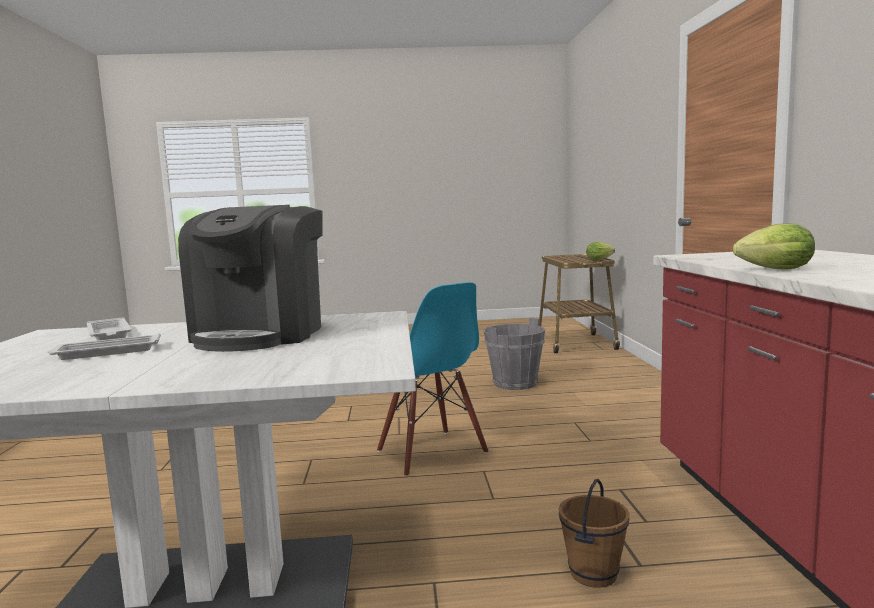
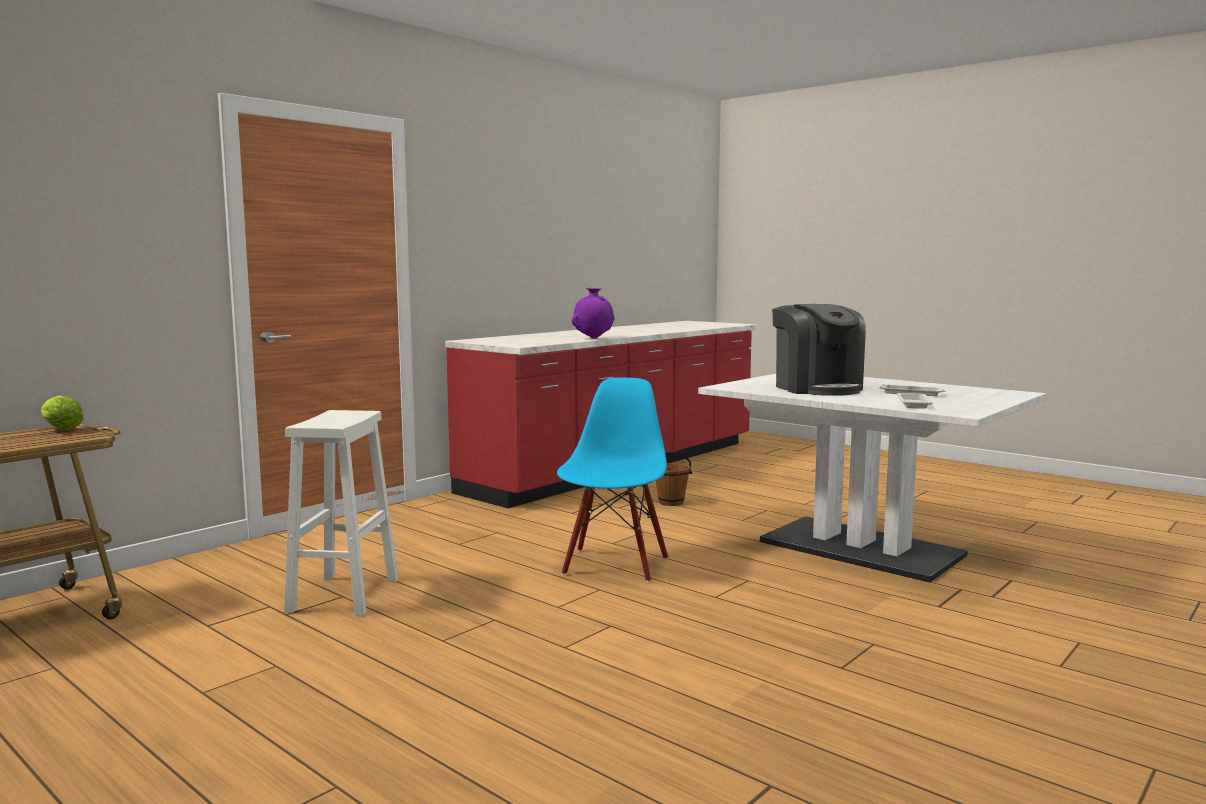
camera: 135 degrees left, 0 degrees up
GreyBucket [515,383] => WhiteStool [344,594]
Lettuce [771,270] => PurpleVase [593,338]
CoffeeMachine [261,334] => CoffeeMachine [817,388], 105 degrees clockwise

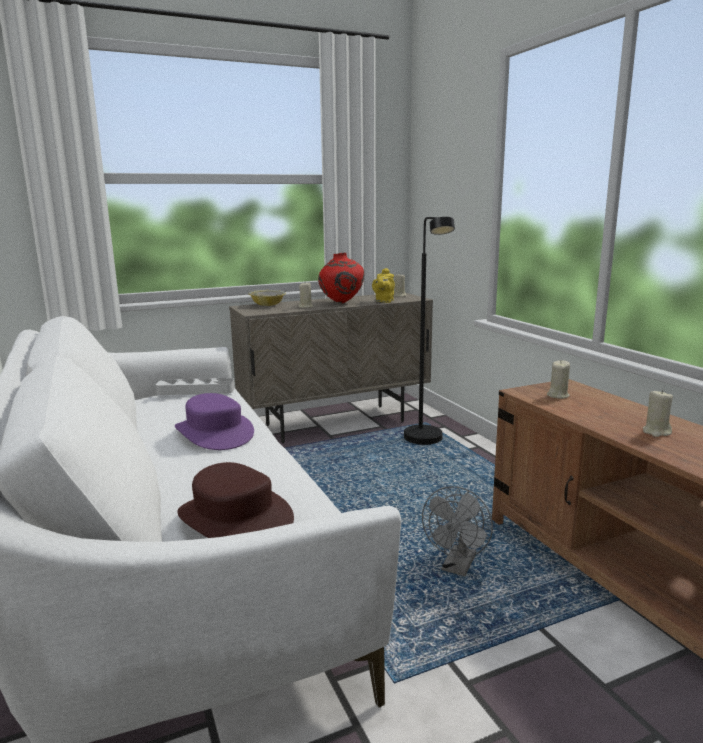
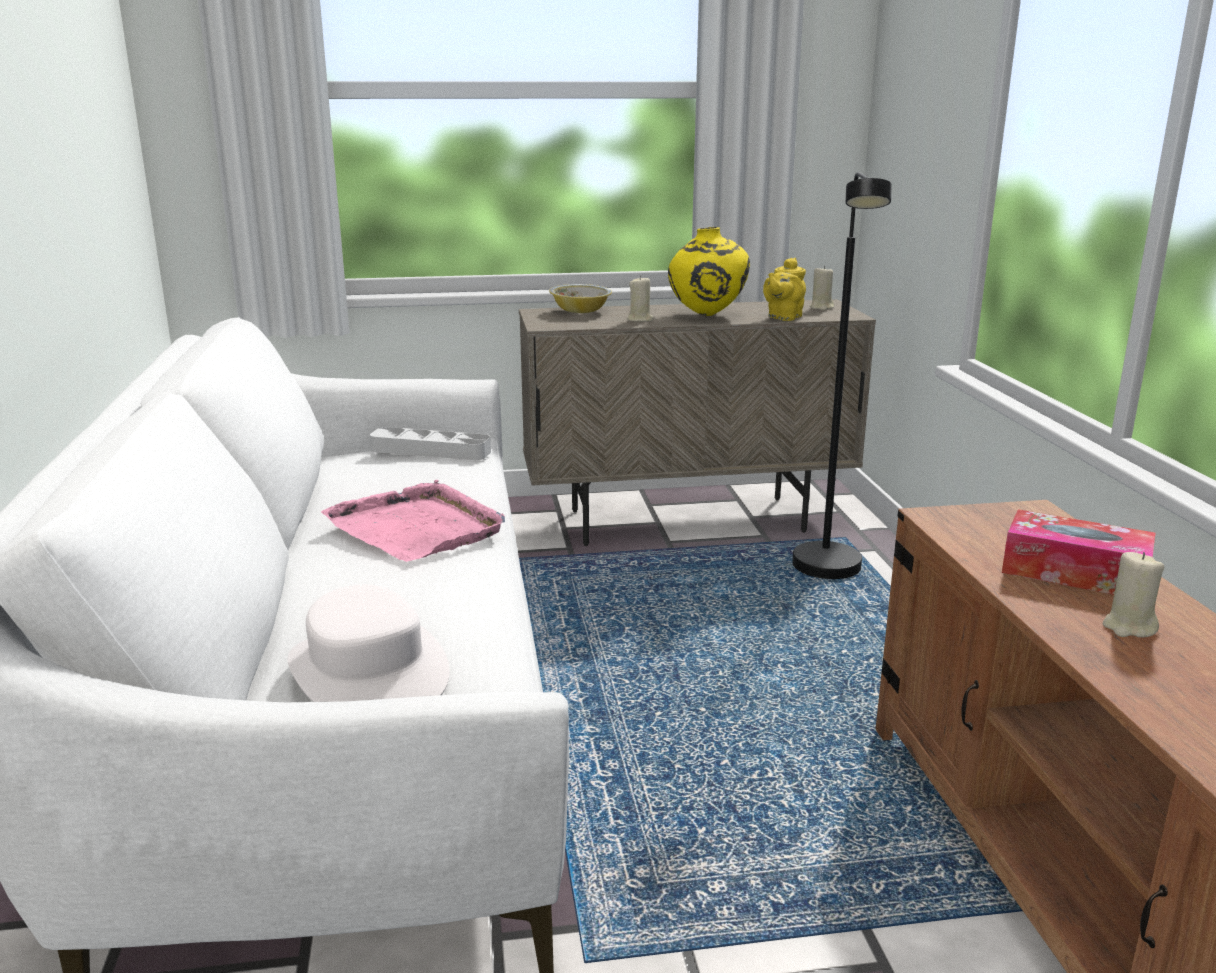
camera: 15 degrees right, 5 degrees up
BrownHat [234,519] => WhiteHat [367,673]
PurpleHat [215,433] => PinkTray [417,527]
RedVase [341,303] => YellowVase [706,316]
nothing => TissueBox [1074,572]
GreyFan [457,567] => nothing
BeigeCandle [557,395] => nothing

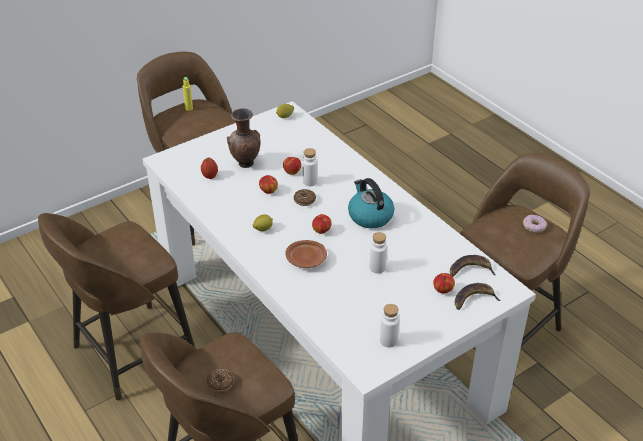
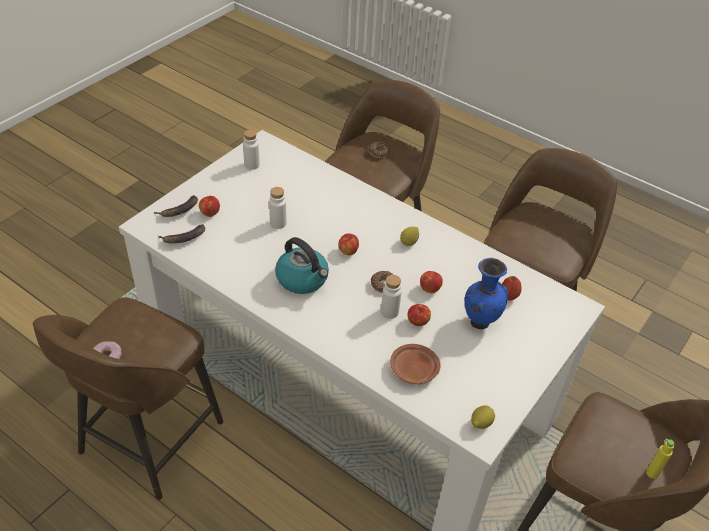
camera: 160 degrees right, 5 degrees up
BrownPlate [306,260] => BrownPlate [413,369], moved
BrownVase [245,164] => BlueVase [479,321]

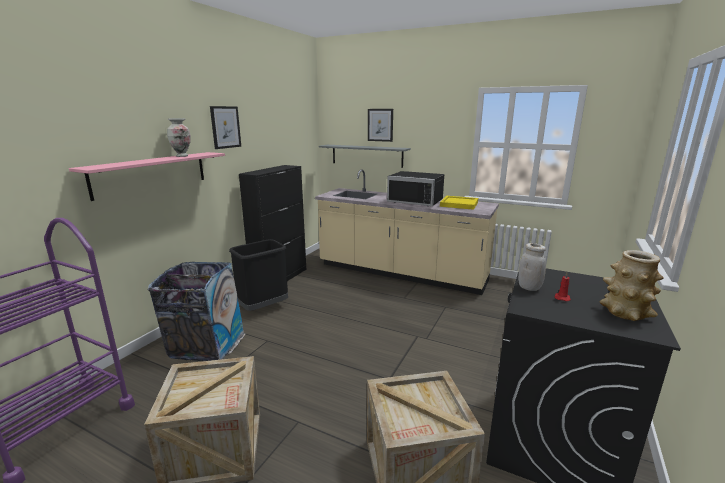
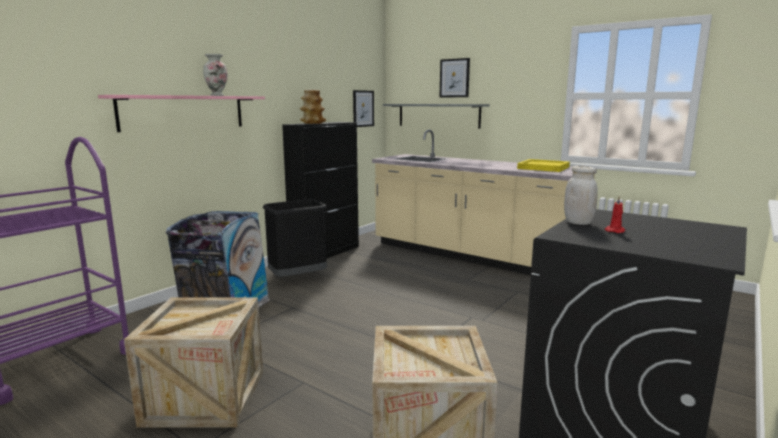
camera: 10 degrees right, 5 degrees down
Vase [625,312] => Vase [312,123], moved
Picture [225,127] => Picture [363,108], moved
BlackMicrowave [417,201] => nothing

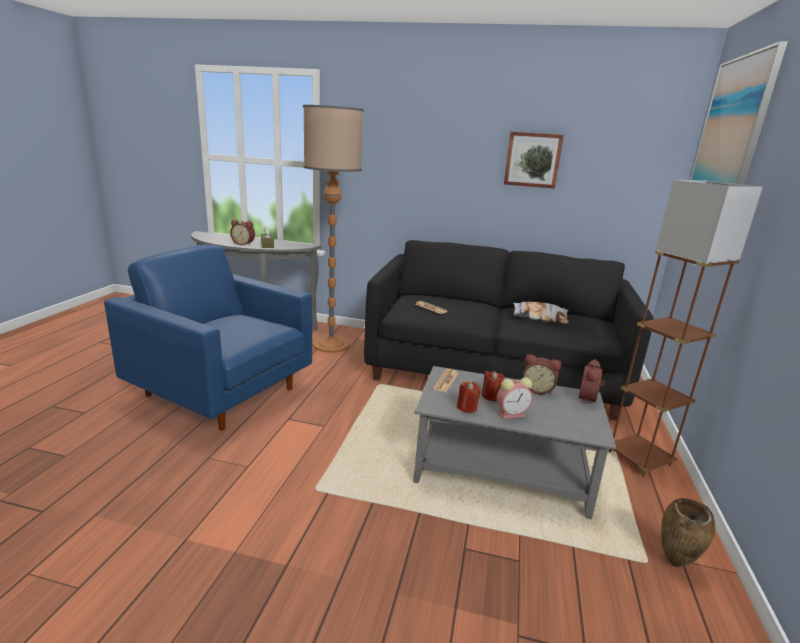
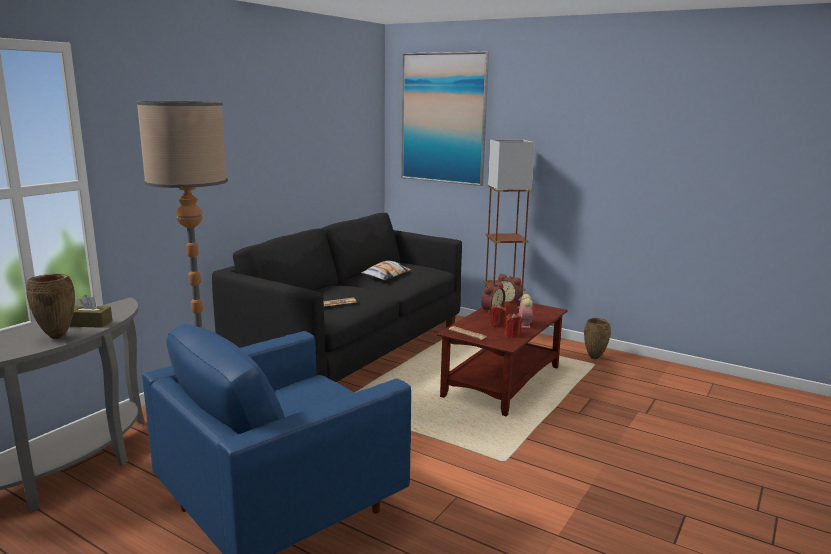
camera: 70 degrees left, 5 degrees down
AlarmClock [244,244] => BrownVase [58,337]
GreyCoffeeTable [502,472] => BrownCoffeeTable [502,381]
Picture [532,160] => nothing

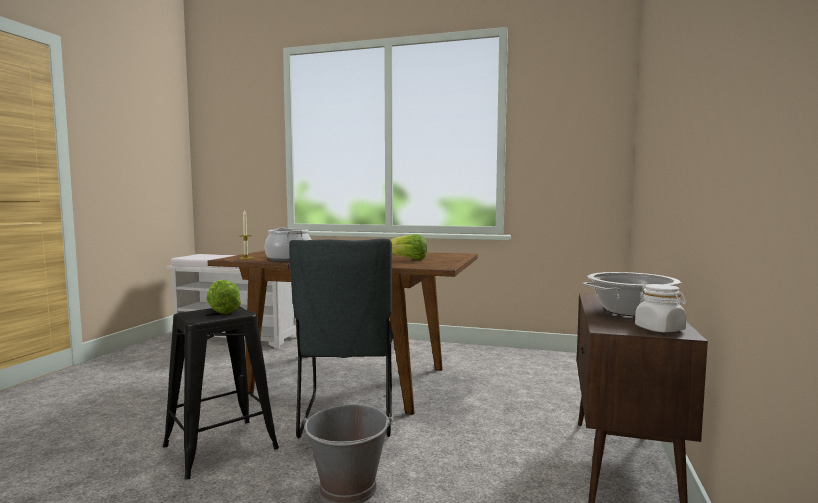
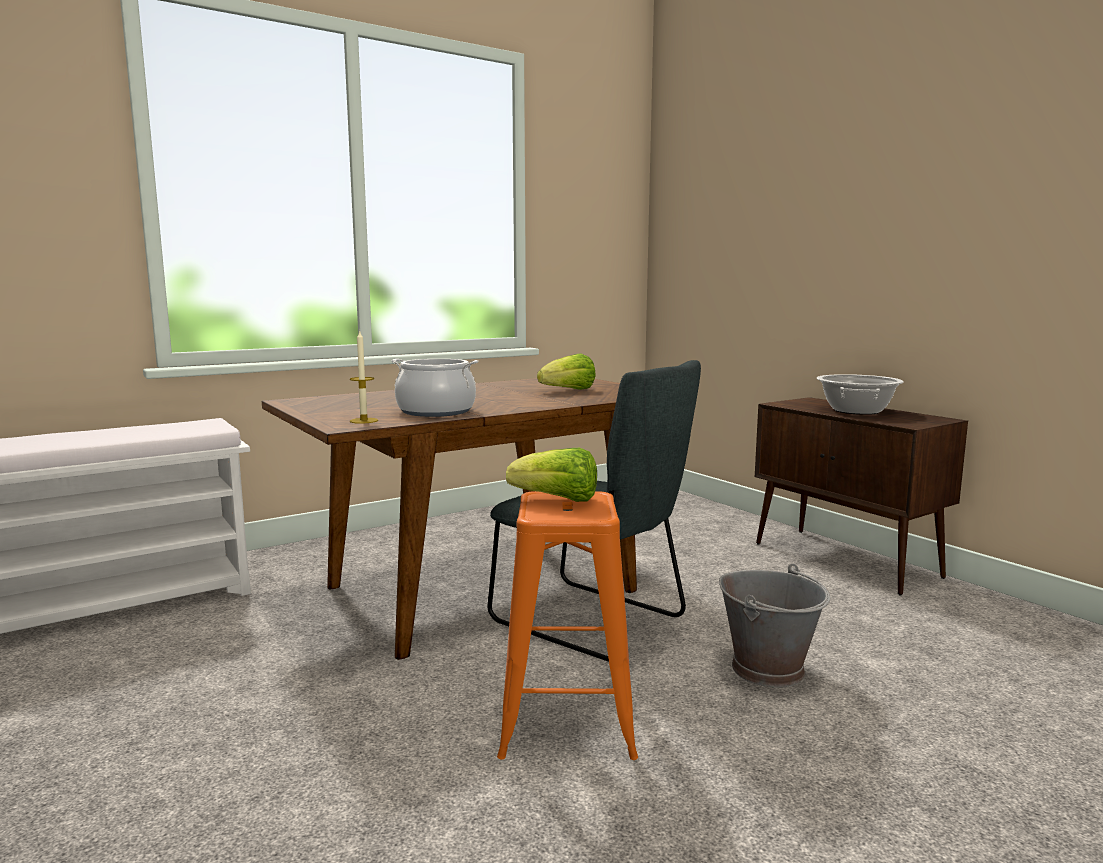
camera: 50 degrees left, 5 degrees up
BlackStool [219,448] => OrangeStool [566,717]
WhiteJar [660,329] => nothing

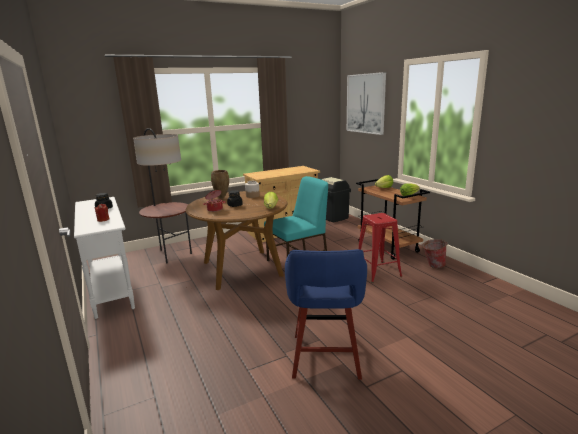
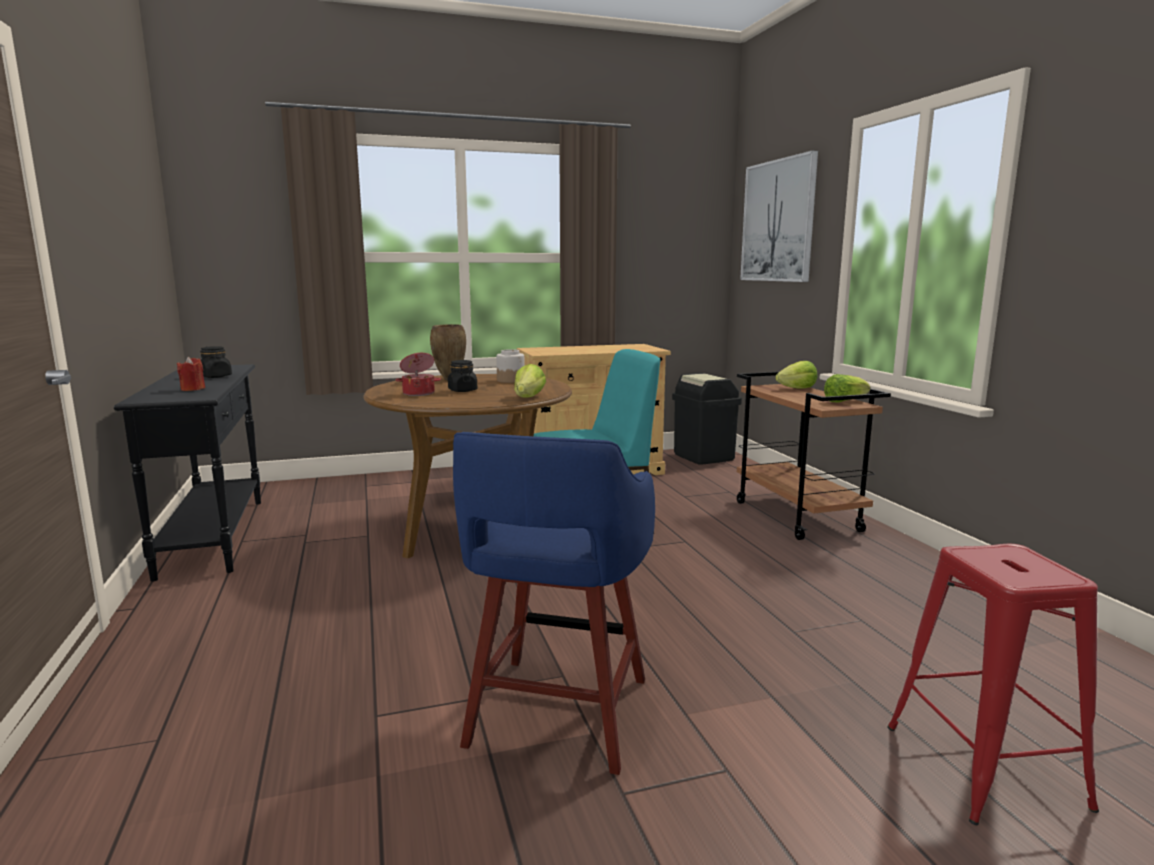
camera: 10 degrees right, 5 degrees down
WhiteConsoleTable [111,289] => BlackConsoleTable [214,536]
RedStool [377,271] => RedStool [983,765], moved
FloorLamp [171,254] => nothing
Bucket [432,266] => nothing

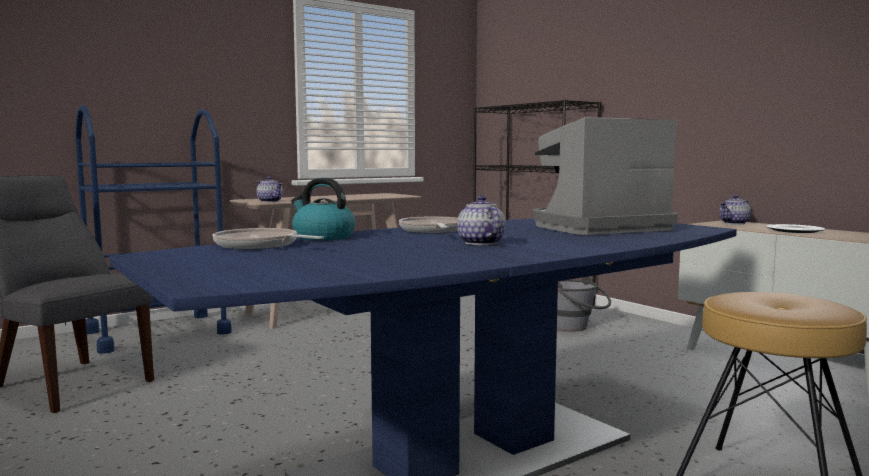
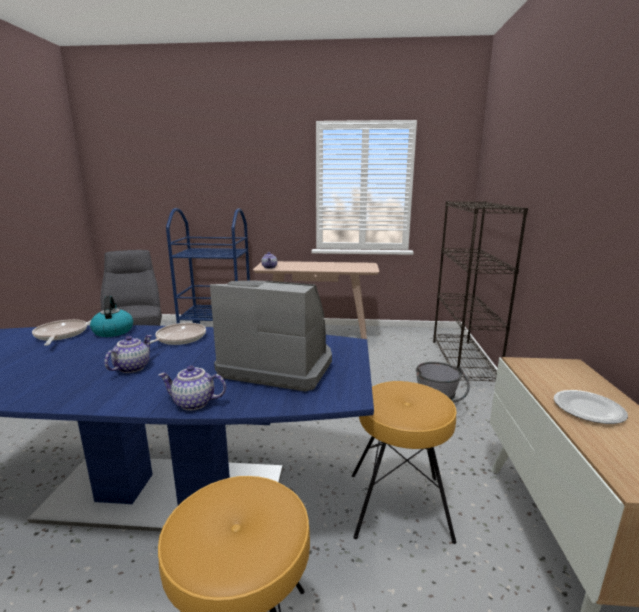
camera: 40 degrees right, 10 degrees up
Teapot [734,223] => Teapot [193,403], moved
nothing => BrownStool [399,506]

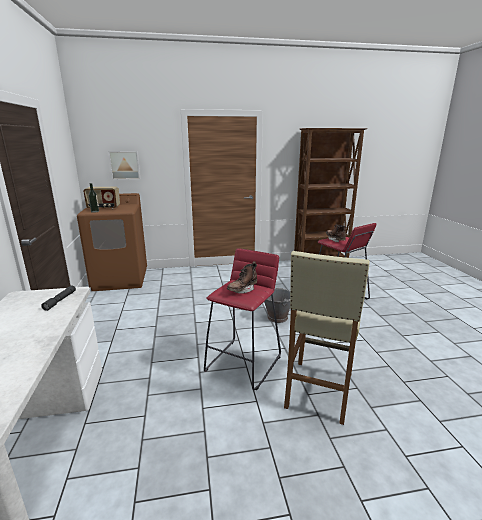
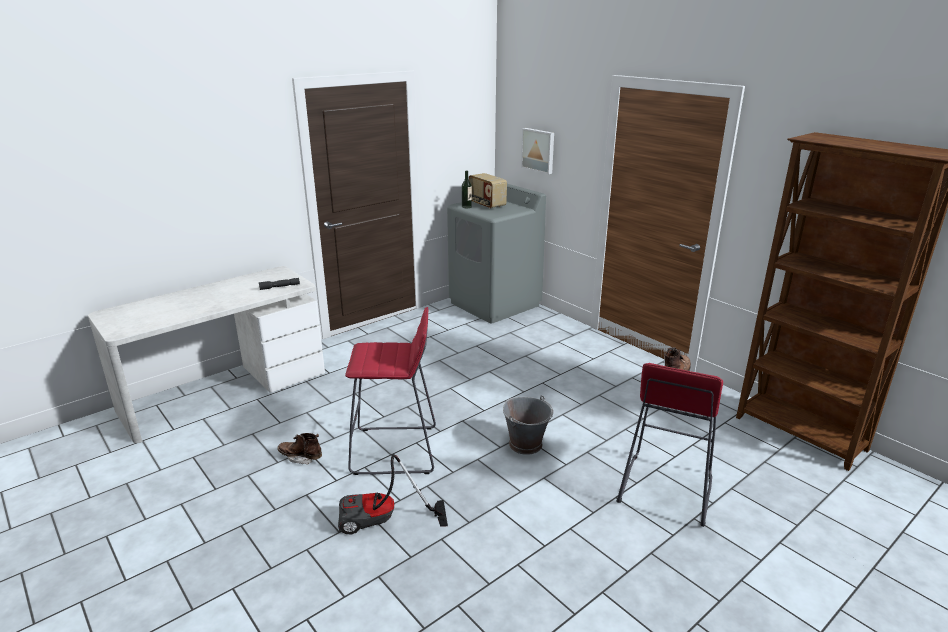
camera: 60 degrees right, 5 degrees up
BrownBoot [242,290] => BrownBoot [301,457], moved
BeigeStool [318,390] => VacuumCleaner [382,522]
BrownWashingMachine [121,279] => GreyWashingMachine [495,304]

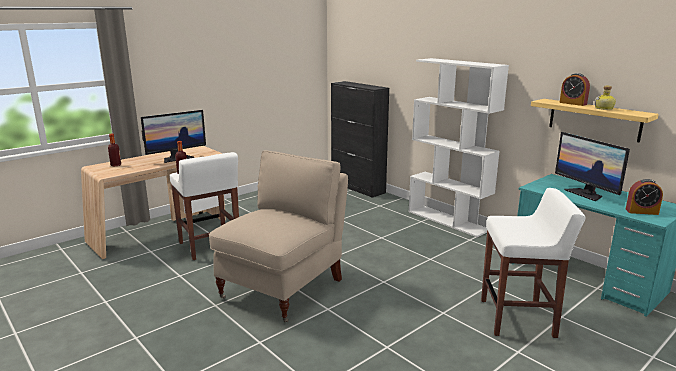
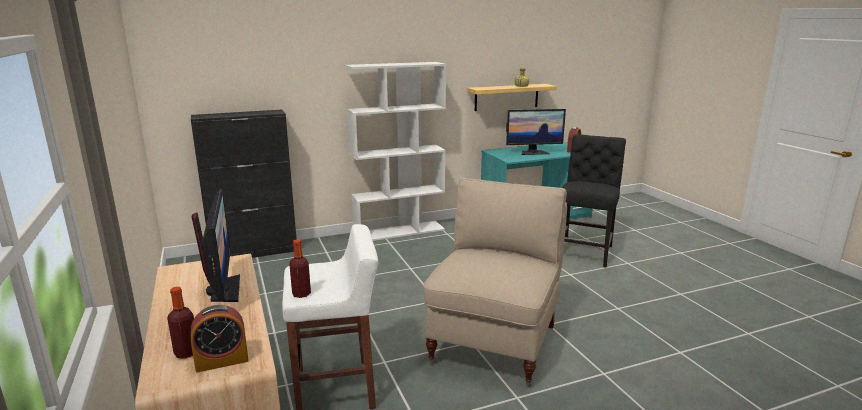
camera: 70 degrees left, 0 degrees up
AlarmClock [573,103] => AlarmClock [222,361], moved
BeigeChair [283,288] => BeigeChair [495,343], 60 degrees clockwise
WhiteStool [518,318] => BlackChair [585,251]

